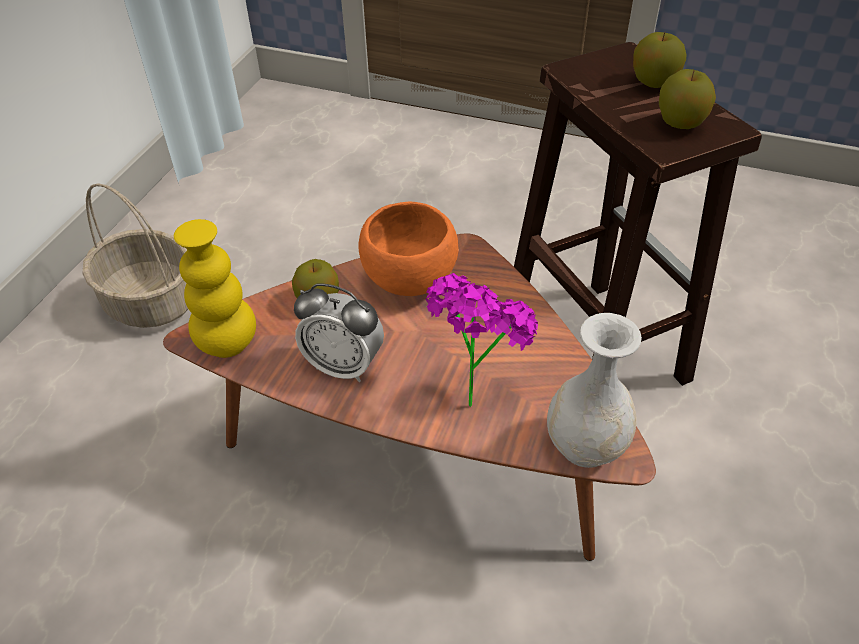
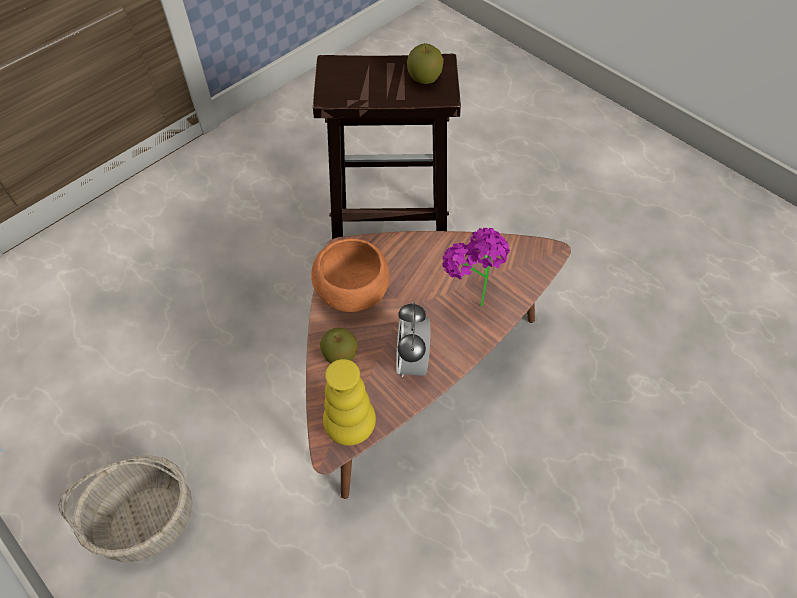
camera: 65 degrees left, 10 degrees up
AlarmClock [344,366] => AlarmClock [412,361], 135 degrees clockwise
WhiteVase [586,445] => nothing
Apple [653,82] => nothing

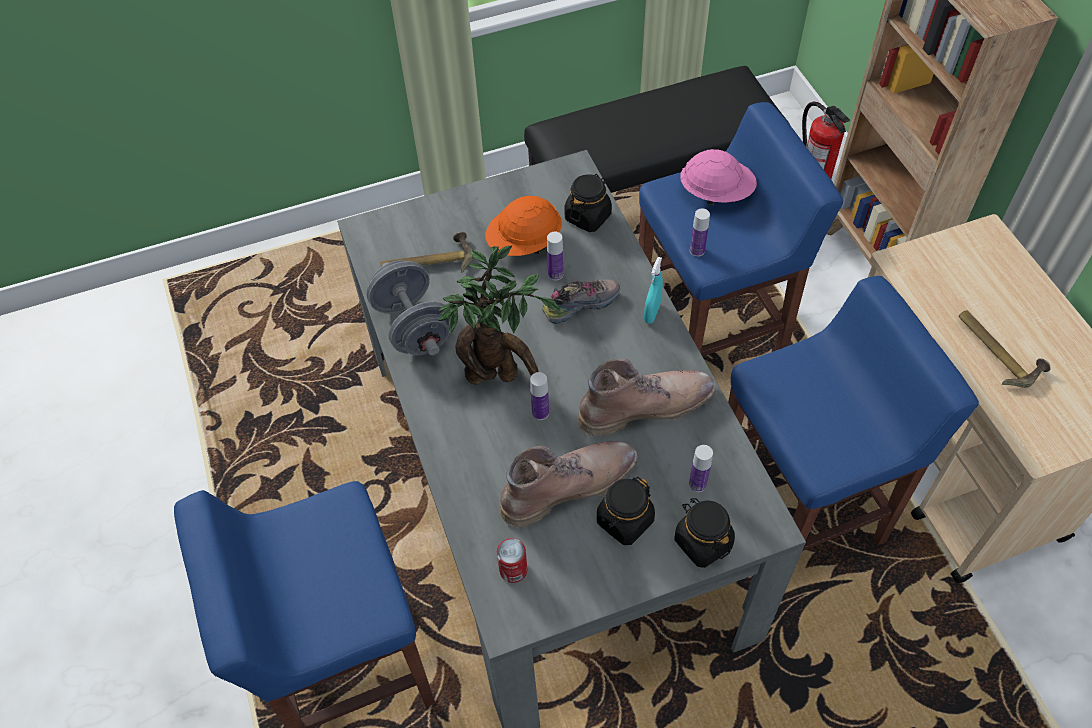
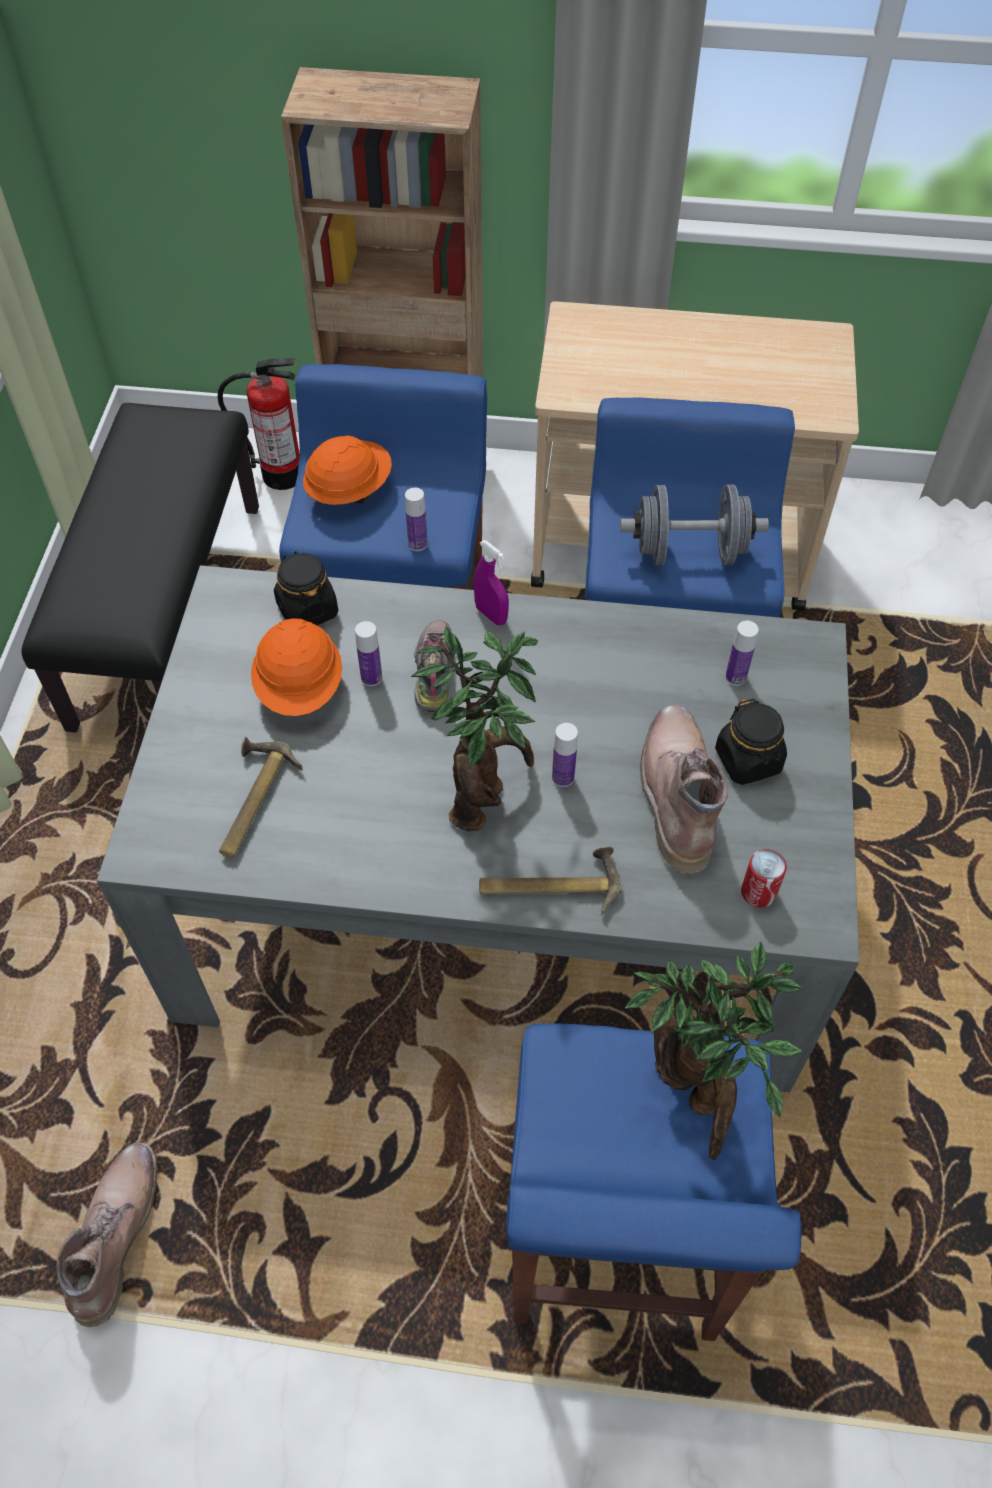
camera: 65 degrees left, 0 degrees up
BrownBoot [646,405] => BrownBoot [115,1233], moved
PinkHardHat [716,193] => OrangeHardHat [349,490]
TurquoiseSprayBottle [652,313] => PurpleSprayBottle [491,615]
Hammer [997,350] => Hammer [550,884], moved
GreyDumbbell [413,327] => GreyDumbbell [689,552], moved
nothing => PottedPlant [693,1092]
BlackJar [702,542] => nothing

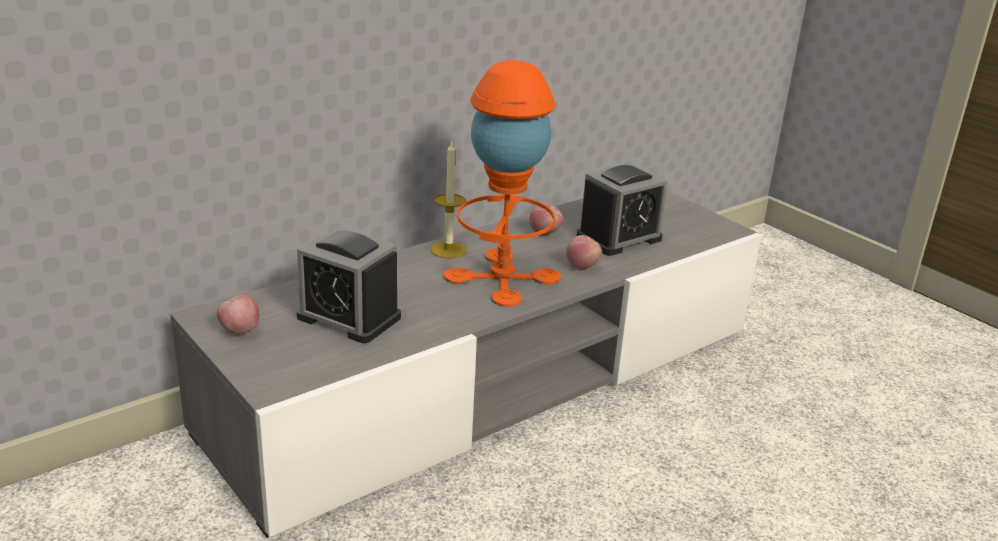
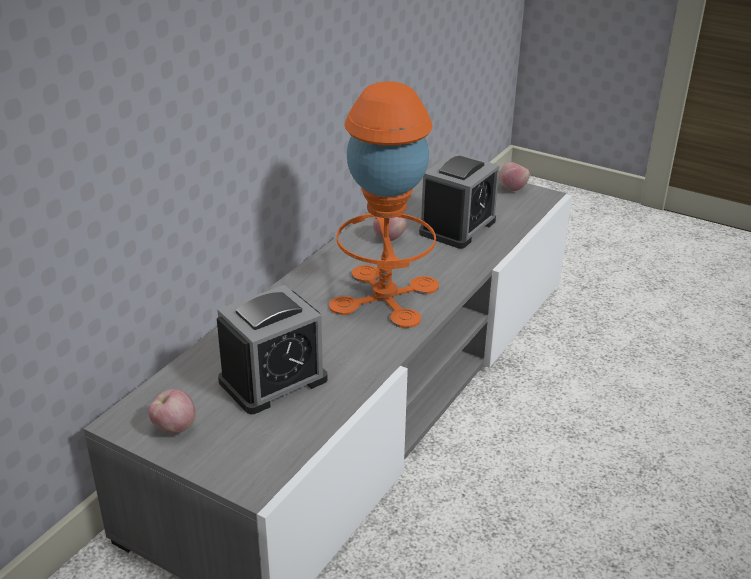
camera: 20 degrees left, 5 degrees up
AlarmClock [349,317] => AlarmClock [273,380], 45 degrees counterclockwise
Apple [582,267] => Apple [512,189], moved
Candle [448,250] => nothing

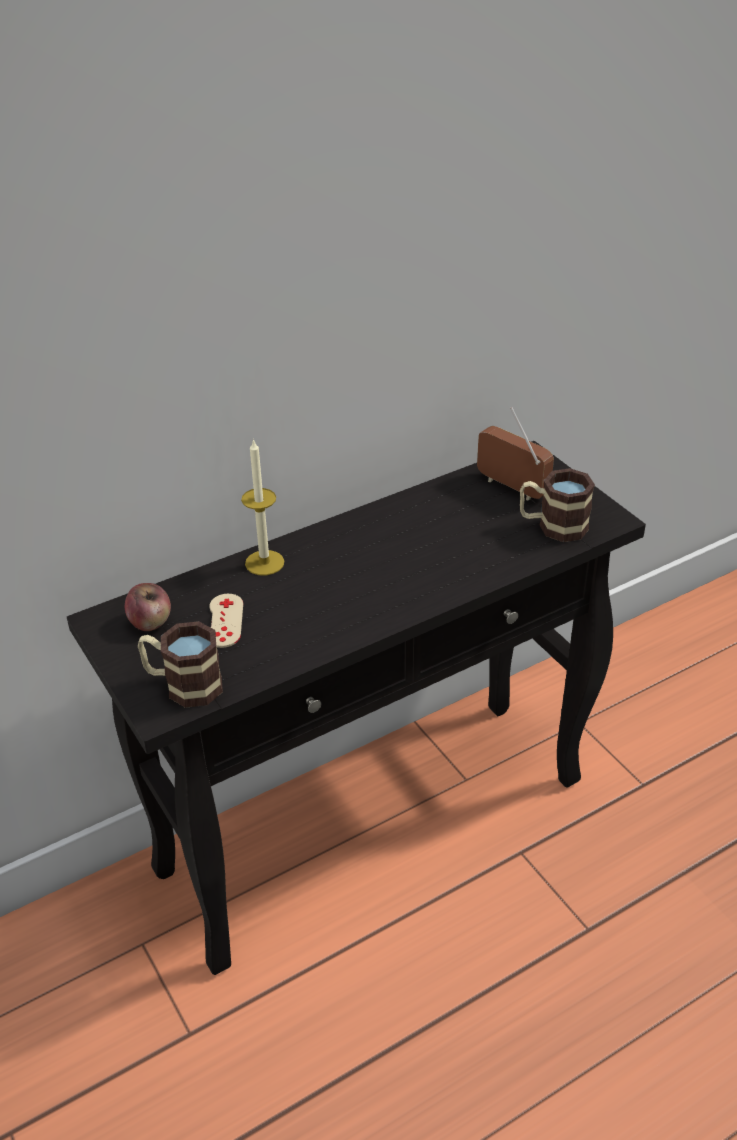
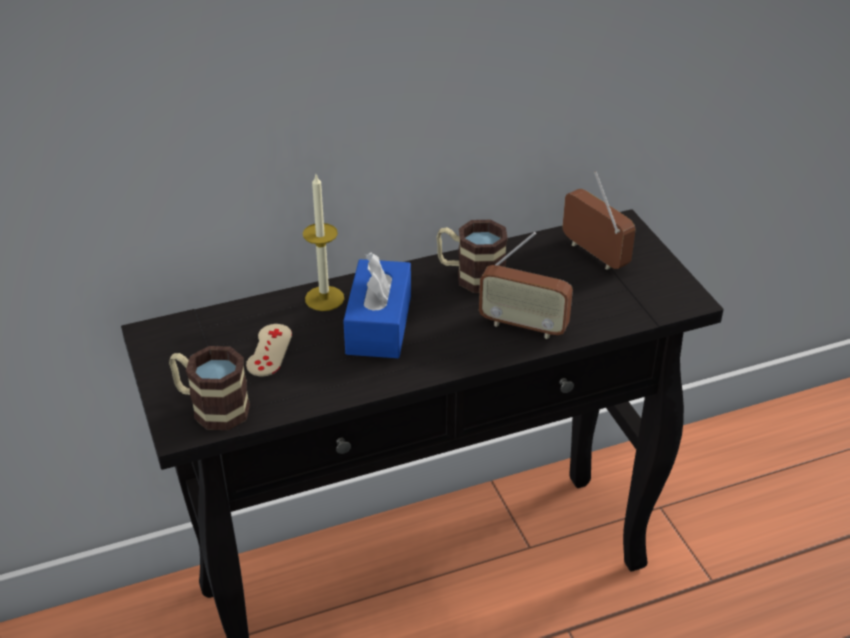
camera: 10 degrees right, 0 degrees up
nothing => BlueTissueBox [379,324]
Mug [552,526] => Mug [470,276], moved
nothing => Radio [523,326]
Apple [150,622] => nothing

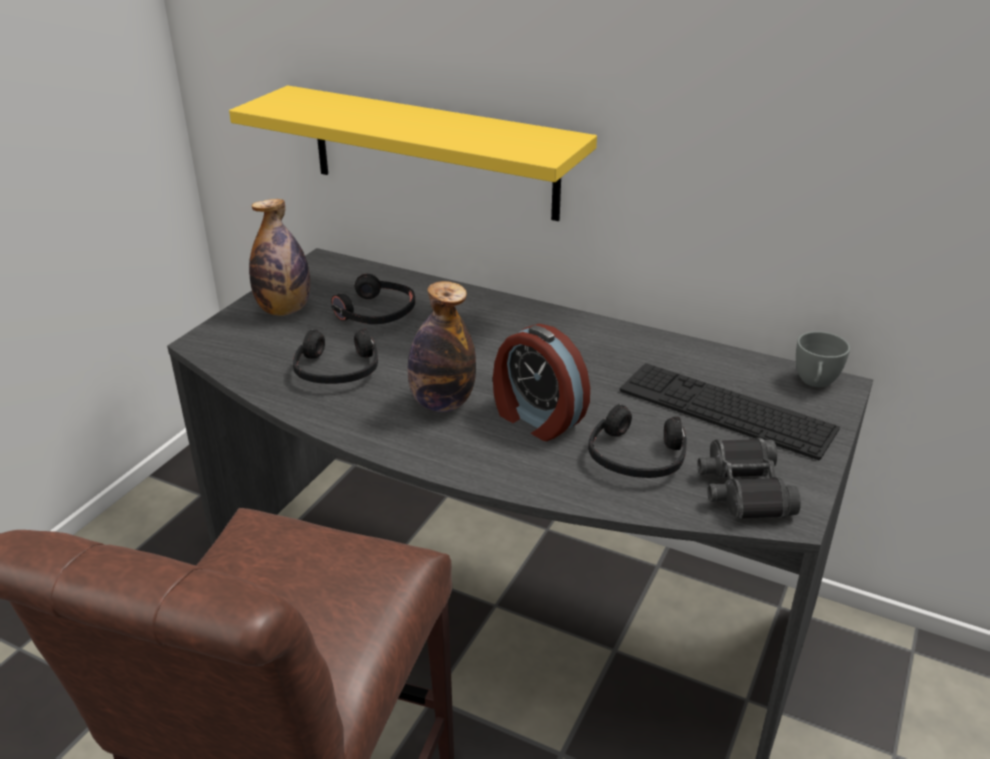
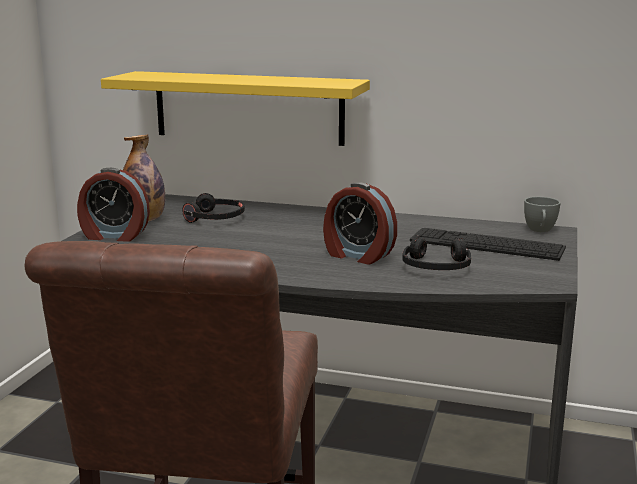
camera: 10 degrees left, 15 degrees down
nothing => AlarmClock [114,236]
BlackHeadphones [337,370] => nothing
Bottle [442,403] => nothing
BlackBinoculars [742,490] => nothing

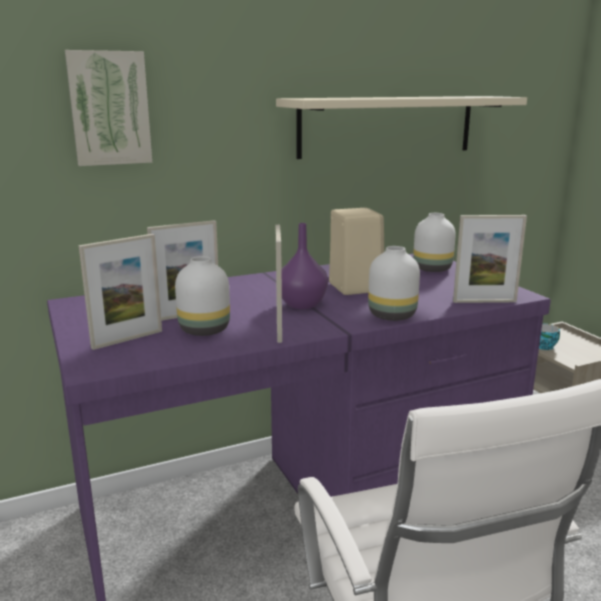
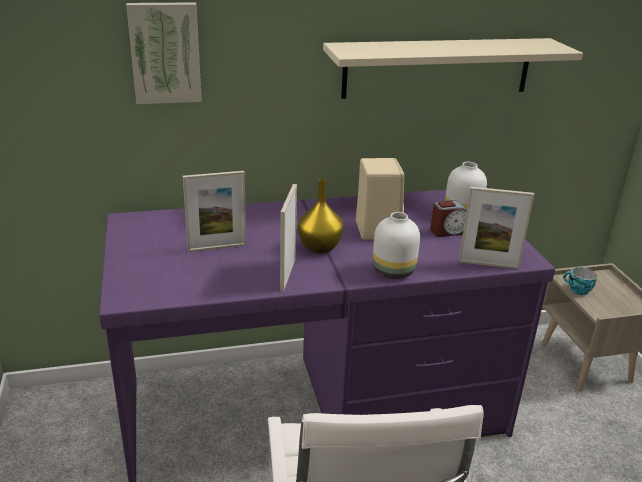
camera: 10 degrees right, 10 degrees up
PurpleVase [301,305] => YellowVase [318,247]
nothing => AlarmClock [448,231]
PictureFrame [127,339] => nothing
WhiteVase [205,329] => nothing

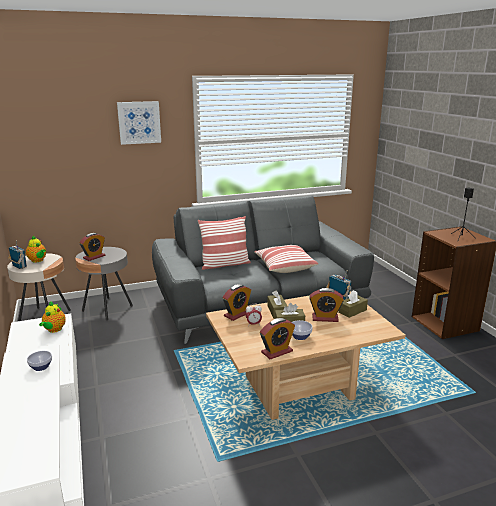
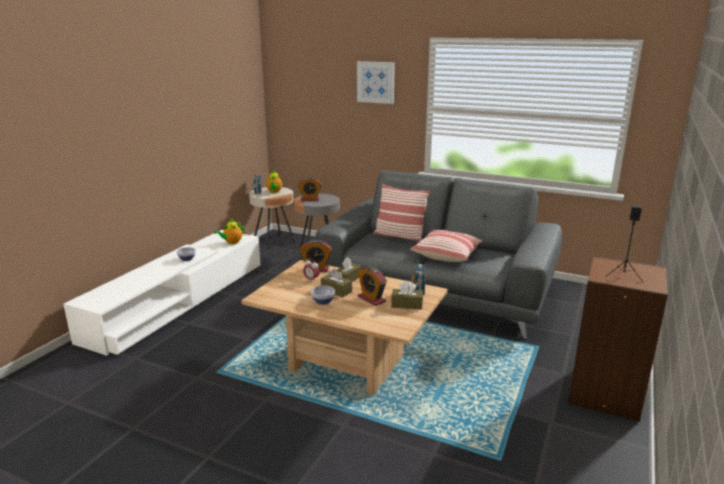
camera: 45 degrees right, 0 degrees up
AlarmClock [277,352] => nothing

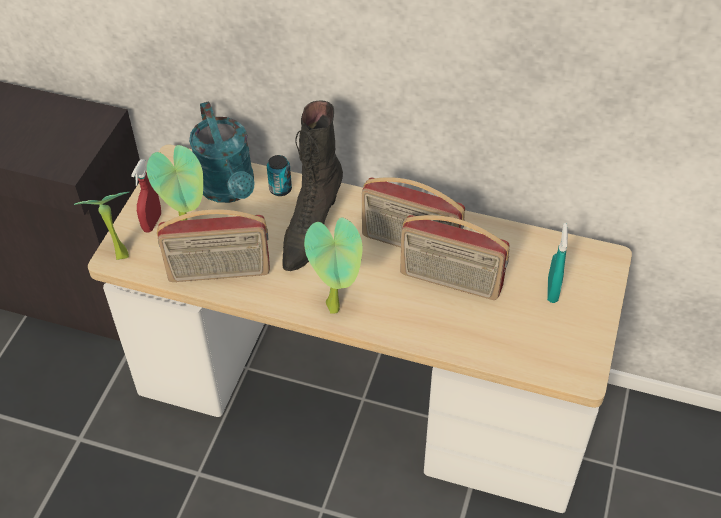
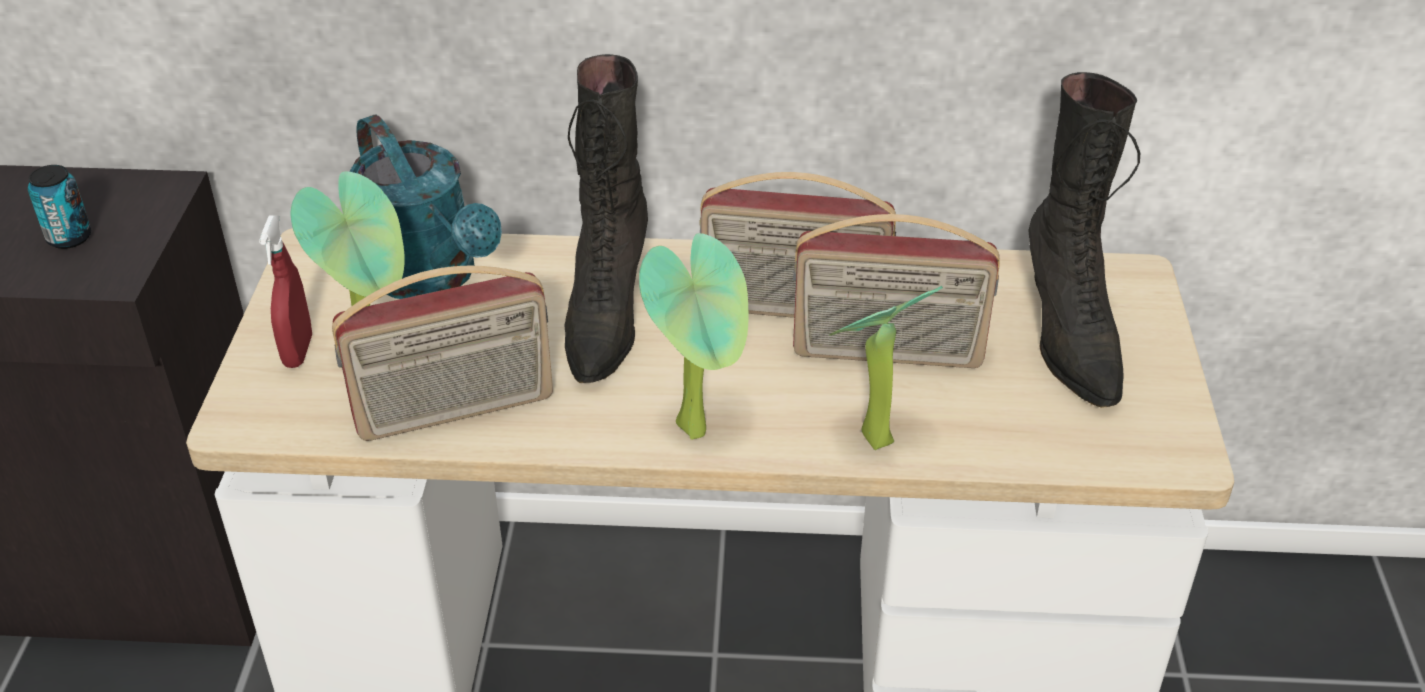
camera: 15 degrees left, 10 degrees down
Can [280,189] => Can [69,237], moved
PottedPlant [118,253] => PottedPlant [868,438], moved
TurquoiseSprayBottle [552,291] => BlackBoot [1068,338]

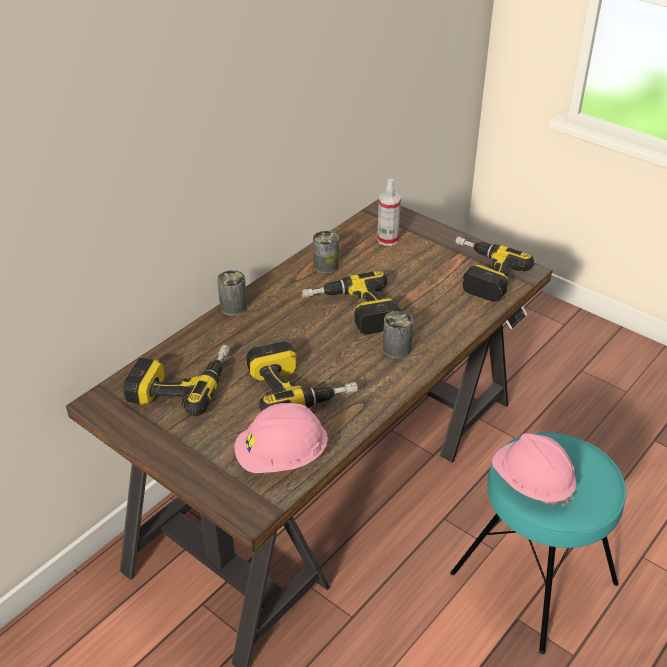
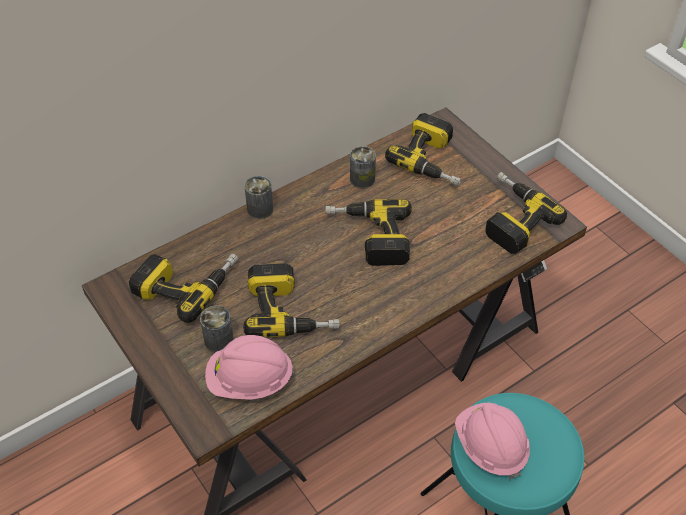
camera: 15 degrees right, 10 degrees up
Can [396,349] => Can [219,340], moved
SprayBottle [387,240] => PowerDrill [433,159]

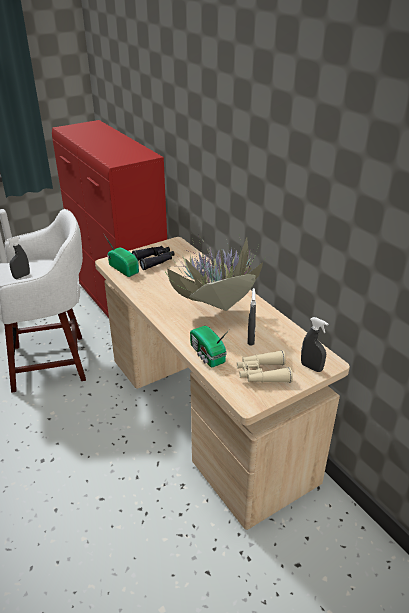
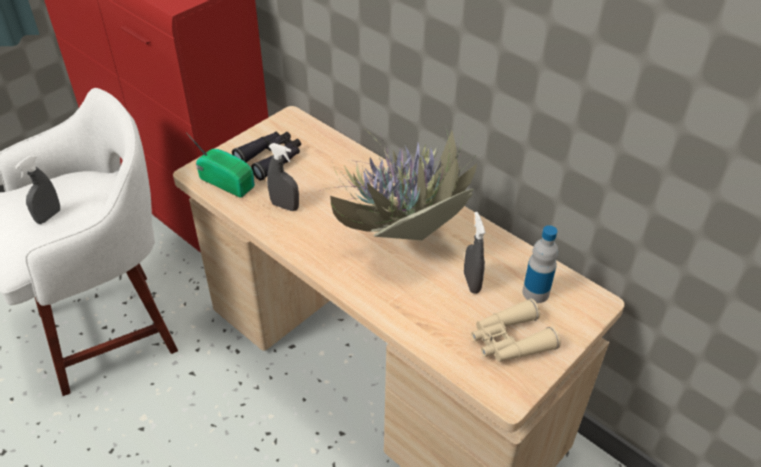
camera: 15 degrees left, 10 degrees up
GreySprayBottle [311,367] => GreySprayBottle [285,206], moved
nothing => Bottle [535,293]
Radio [207,355] => nothing

